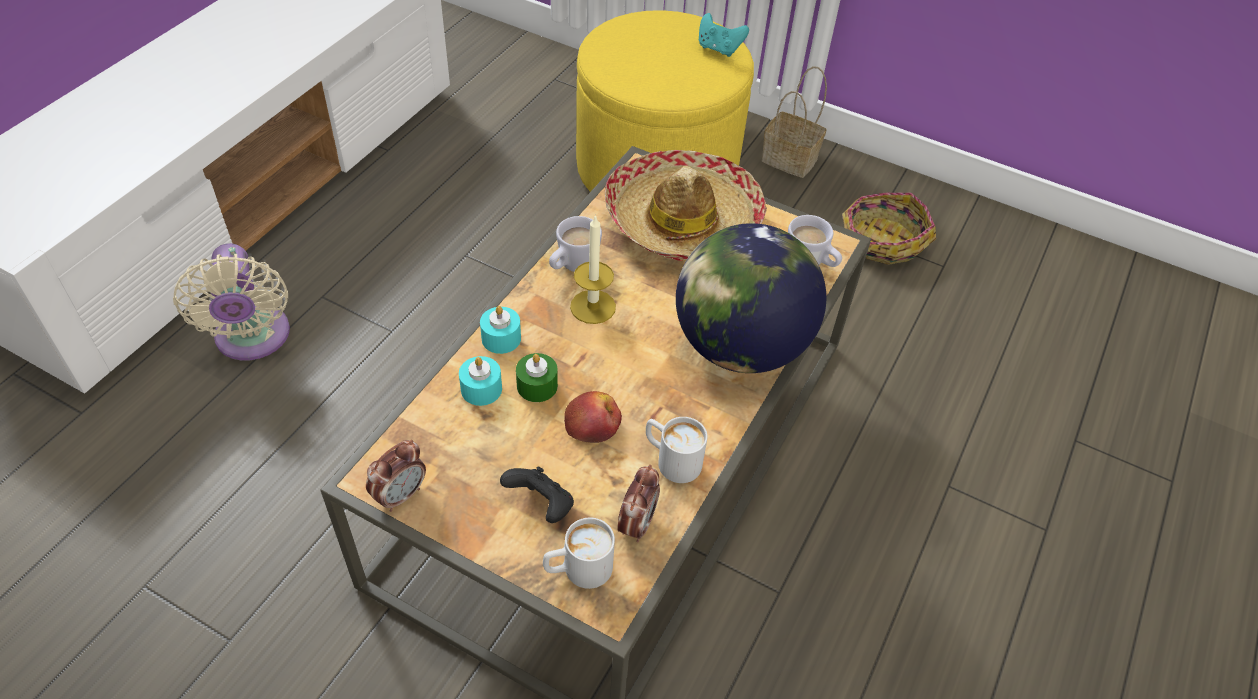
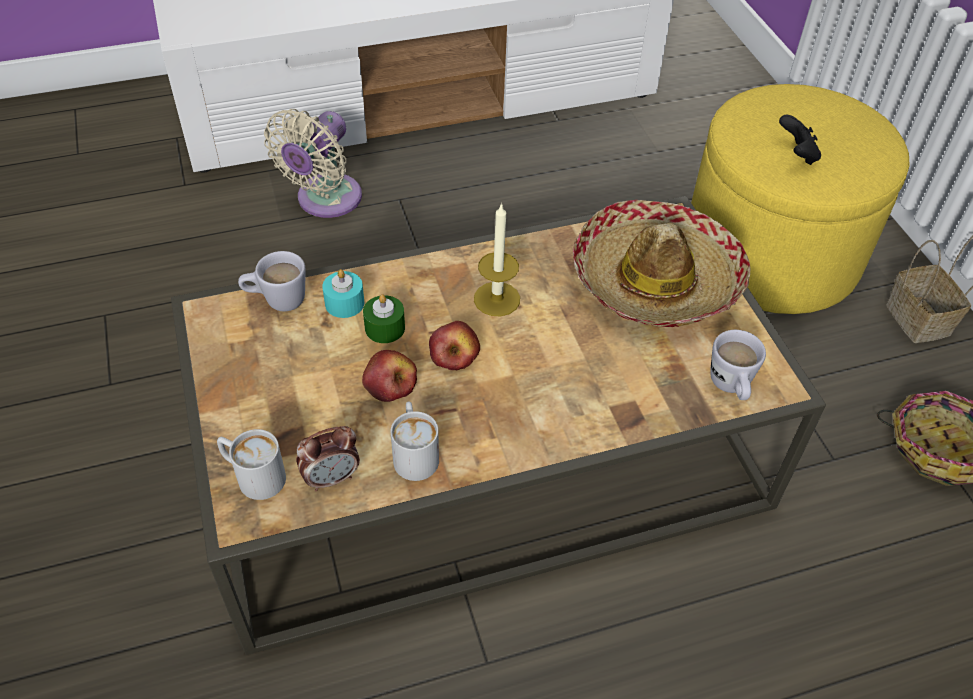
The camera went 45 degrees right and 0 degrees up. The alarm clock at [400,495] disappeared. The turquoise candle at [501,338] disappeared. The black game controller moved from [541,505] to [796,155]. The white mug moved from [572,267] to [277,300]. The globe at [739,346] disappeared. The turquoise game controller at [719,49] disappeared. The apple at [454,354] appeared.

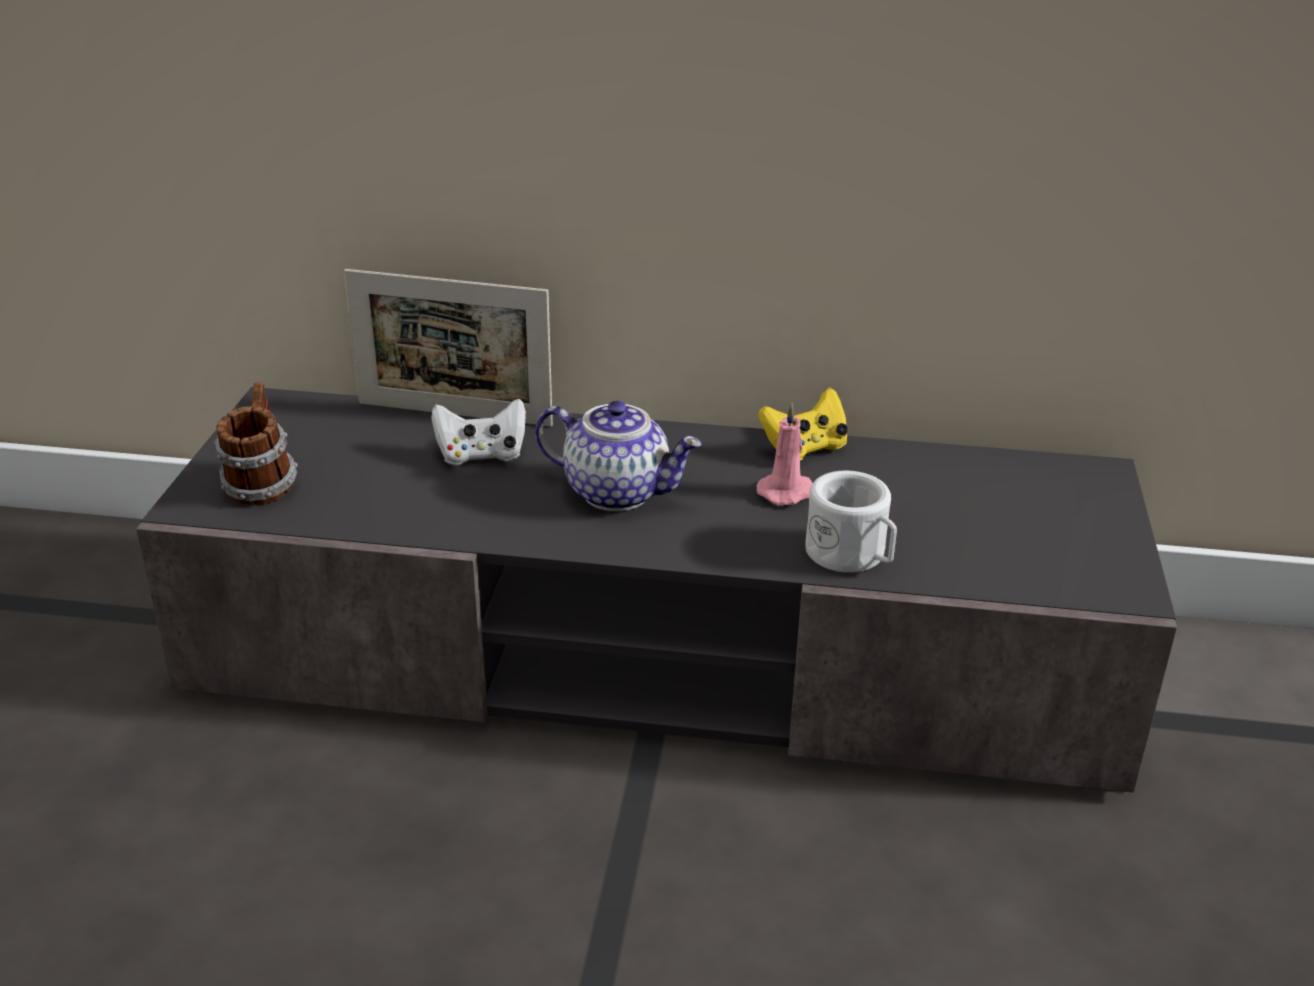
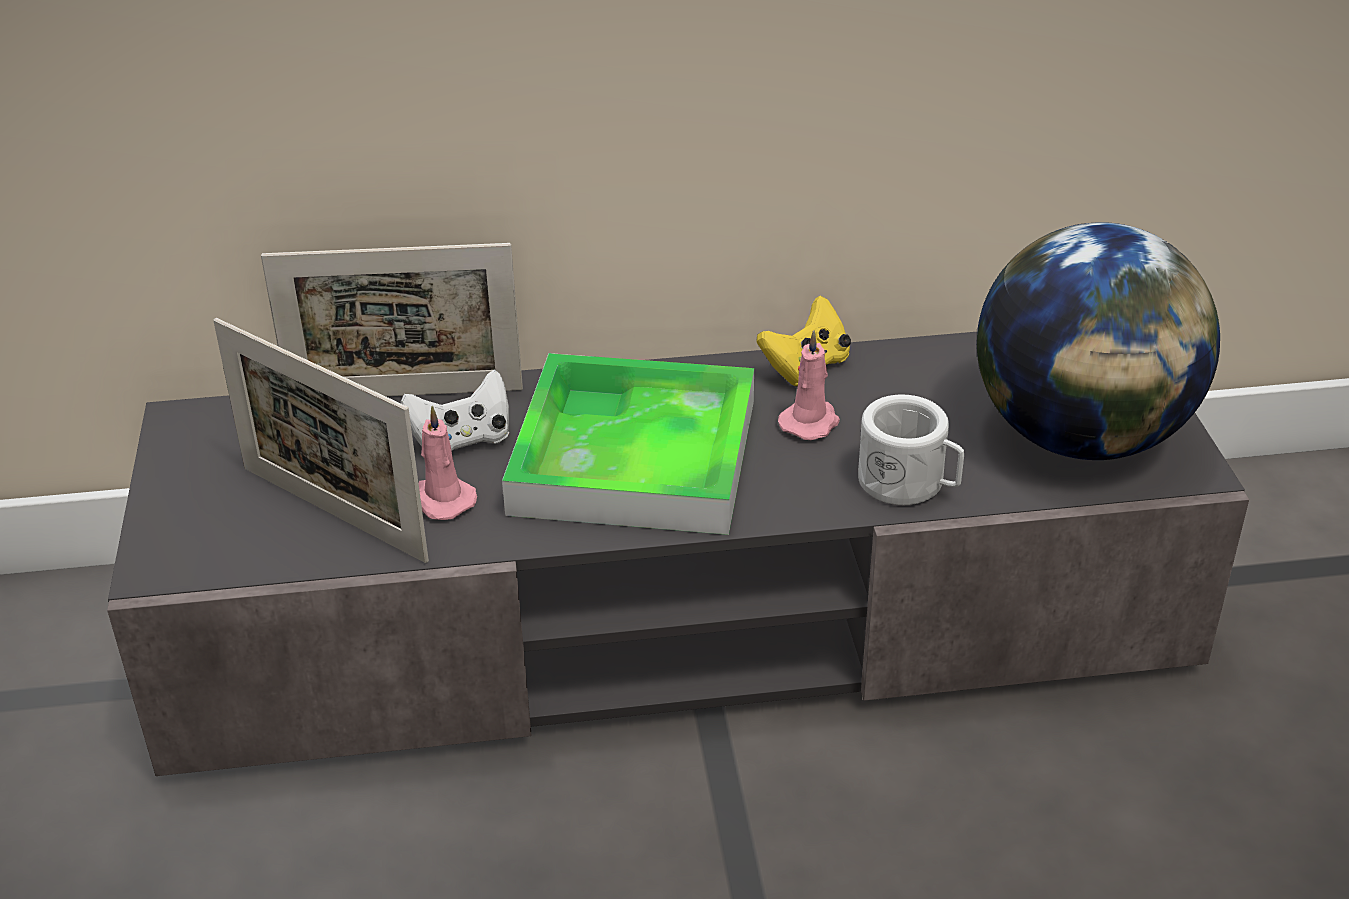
The camera went 15 degrees left and 5 degrees up. The mug at [260,486] disappeared. The teapot at [618,492] was replaced by the tray at [634,456]. The picture frame at [333,513] appeared. The pink candle at [441,500] appeared. The globe at [1080,437] appeared.

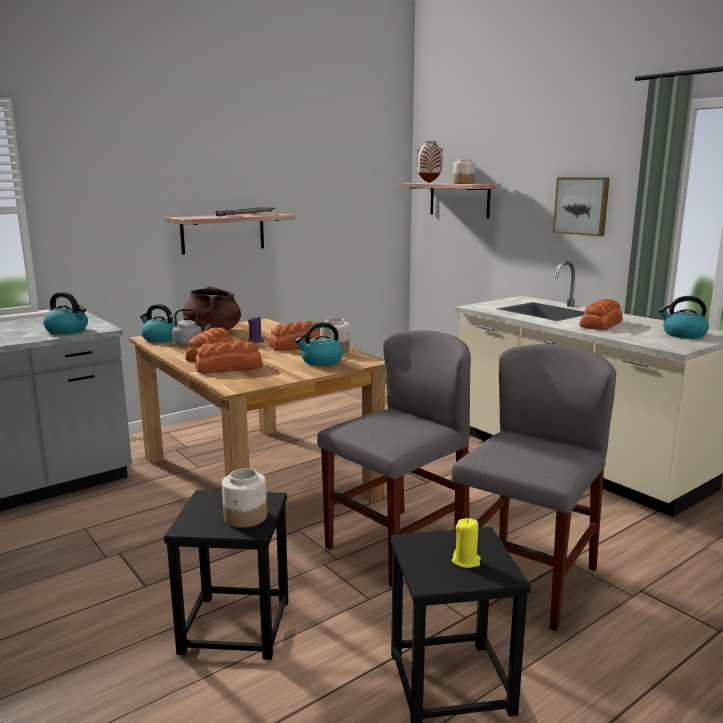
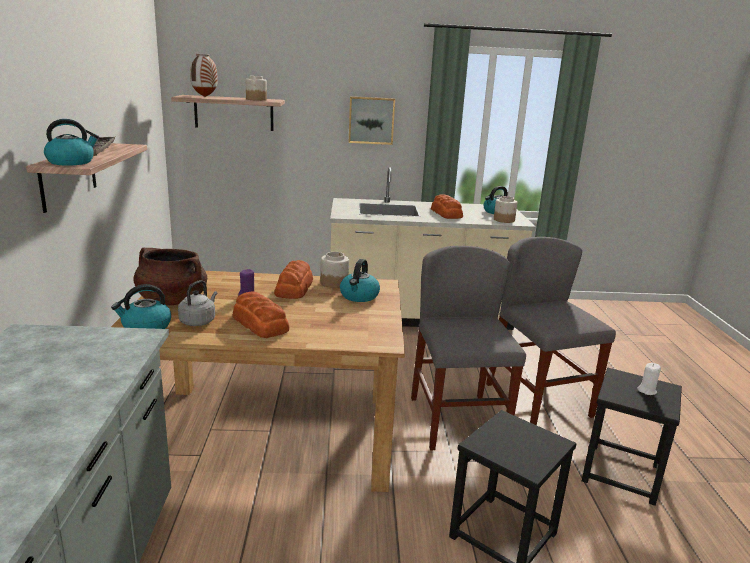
The camera went 55 degrees left and 5 degrees up. The kettle moved from [68,330] to [71,162]. The bread at [229,368] disappeared. The jar moved from [245,517] to [504,220]. The yellow candle at [466,561] became the white candle at [647,390].

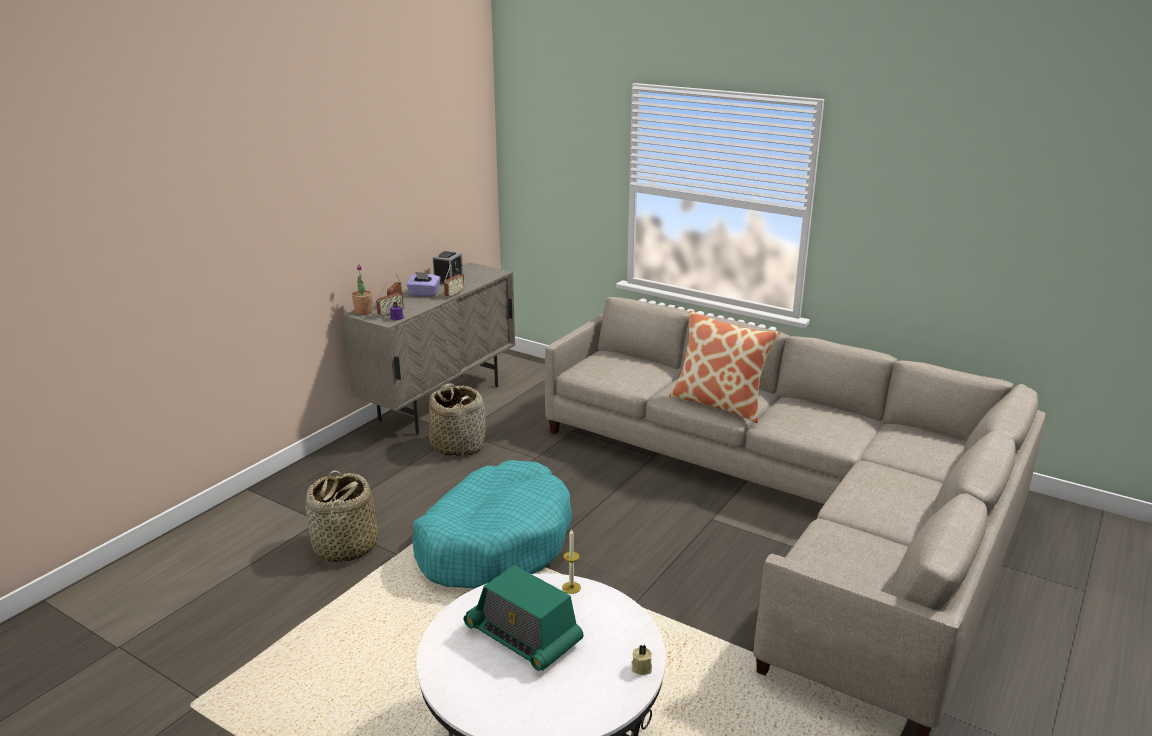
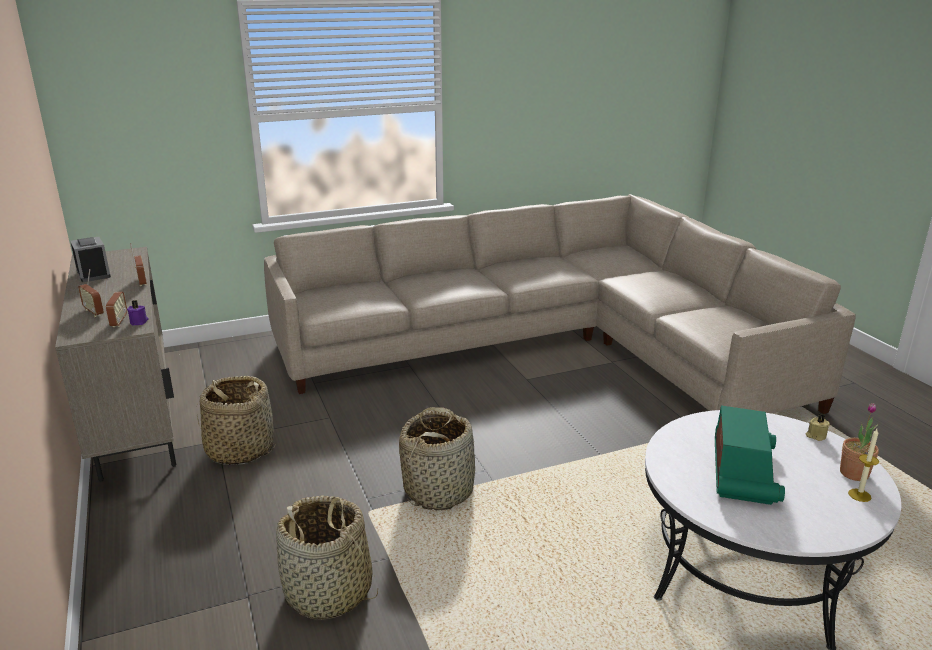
The camera went 55 degrees left and 0 degrees up. The potted plant moved from [363,312] to [854,473]. The purple tissue box at [424,294] disappeared. The turquoise dog bed at [494,543] was replaced by the basket at [439,490]. The radio at [523,636] turned 60 degrees counterclockwise. The candle moved from [571,587] to [859,495]. The pillow at [719,404] disappeared.

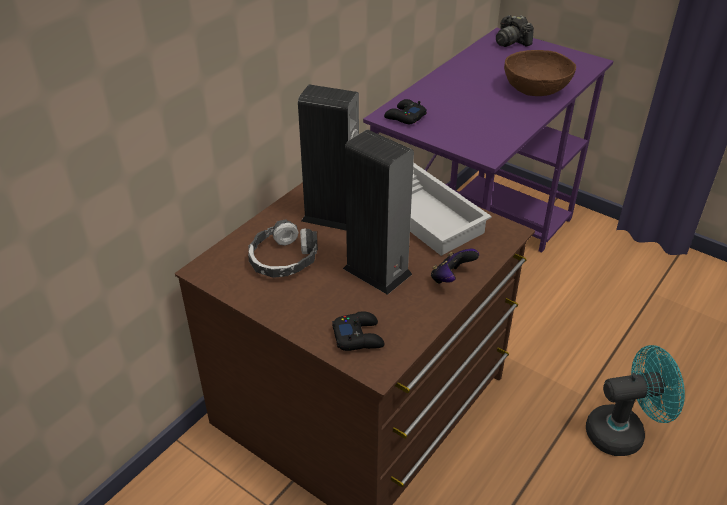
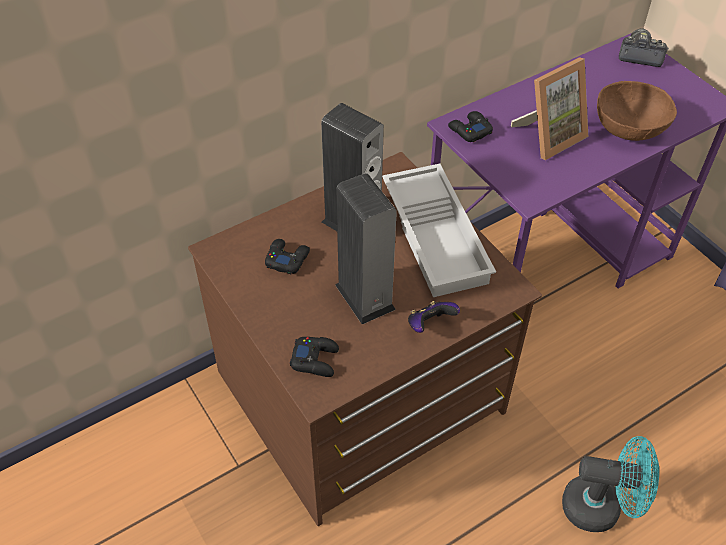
The camera went 20 degrees right and 10 degrees up. The headphones at [283,259] was replaced by the black game controller at [287,259]. The photo camera at [511,42] turned 120 degrees clockwise. The picture frame at [549,136] appeared.

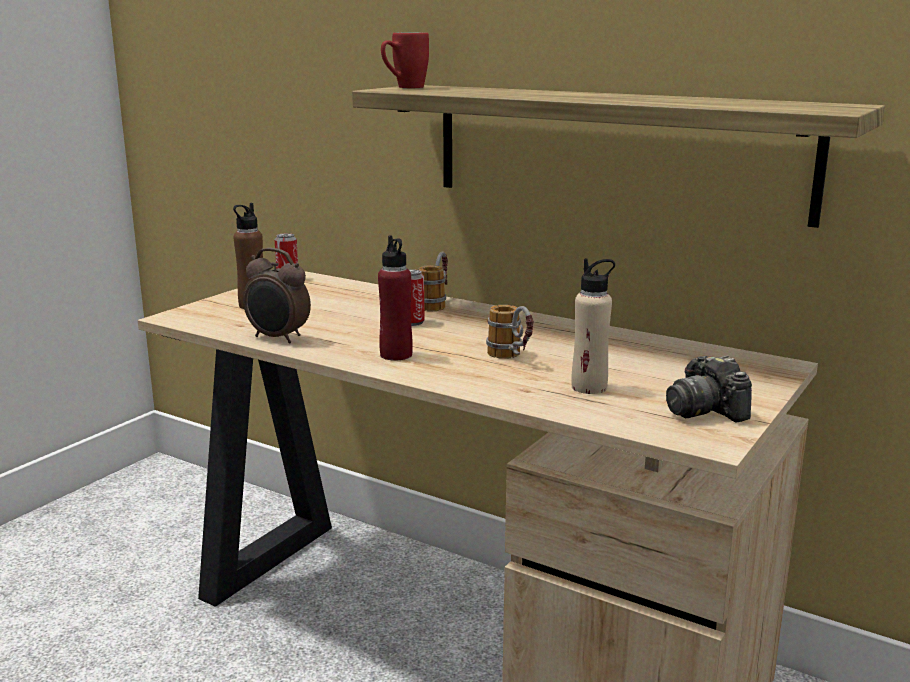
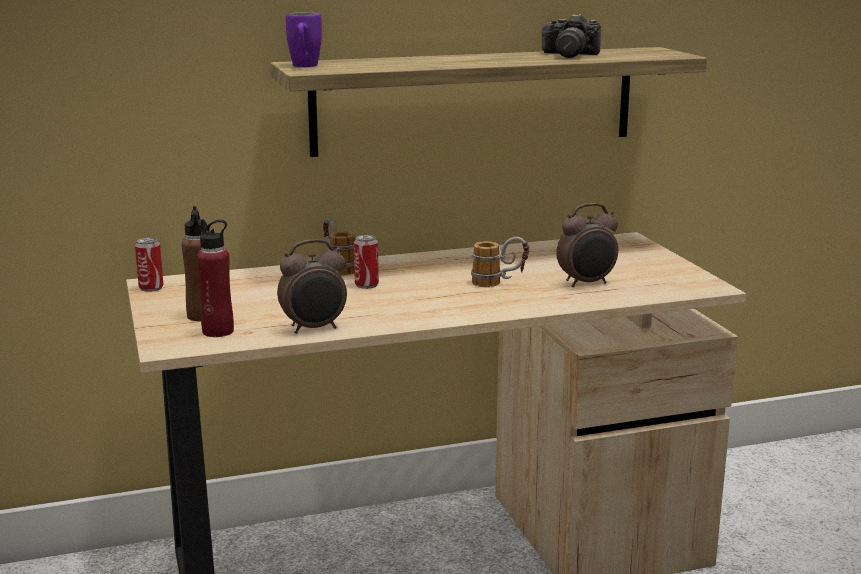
The camera went 50 degrees left and 0 degrees up. The red bottle moved from [396,355] to [218,331]. The red mug at [404,87] became the purple mug at [304,66]. The beige bottle at [589,387] was replaced by the alarm clock at [587,283]. The photo camera moved from [705,410] to [569,55].

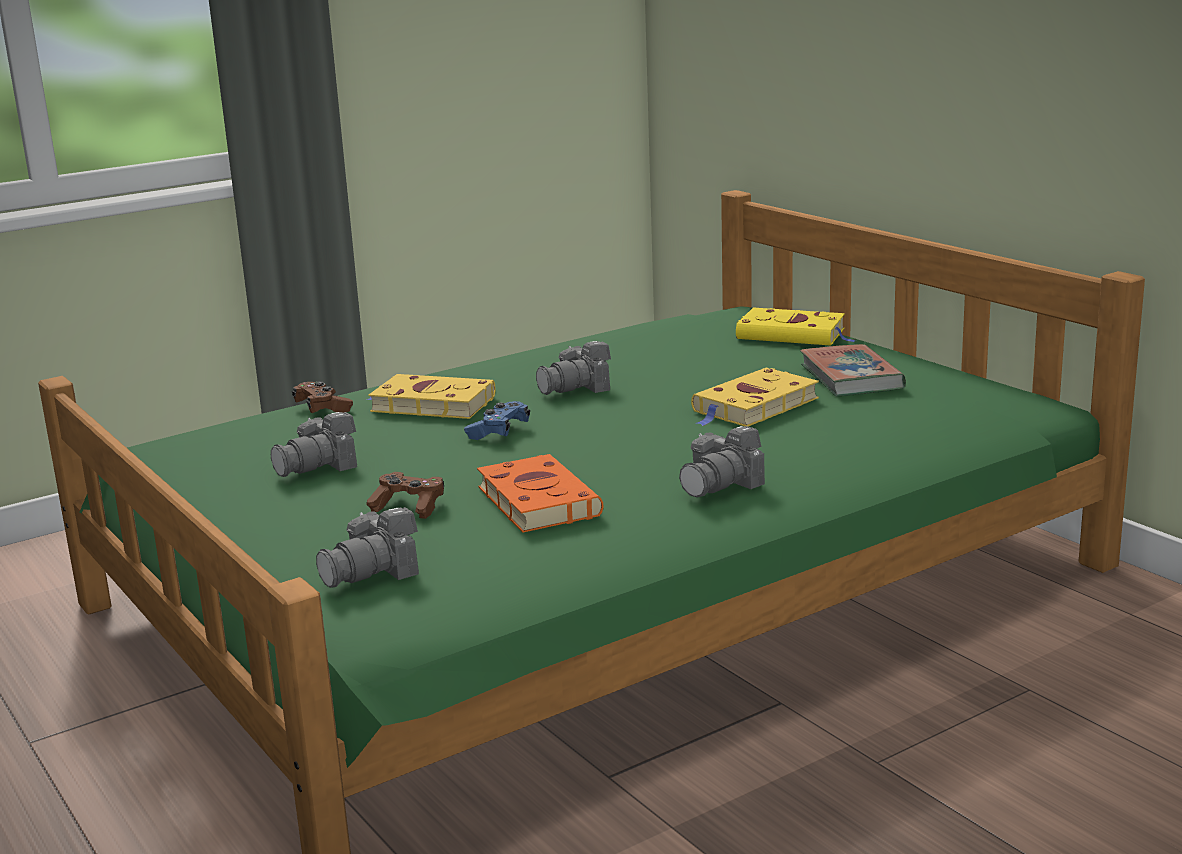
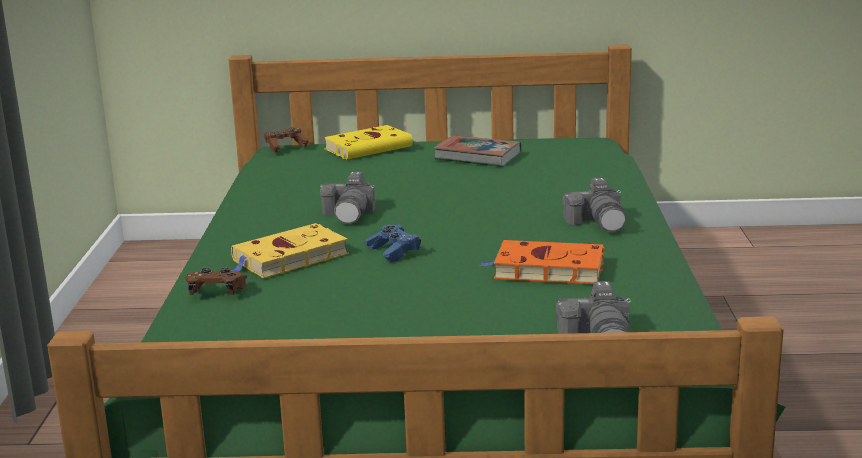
The camera went 55 degrees left and 0 degrees up. The photo camera at [319,466] disappeared. The brown game controller moved from [408,507] to [285,147]. The yellow book at [753,406] disappeared.

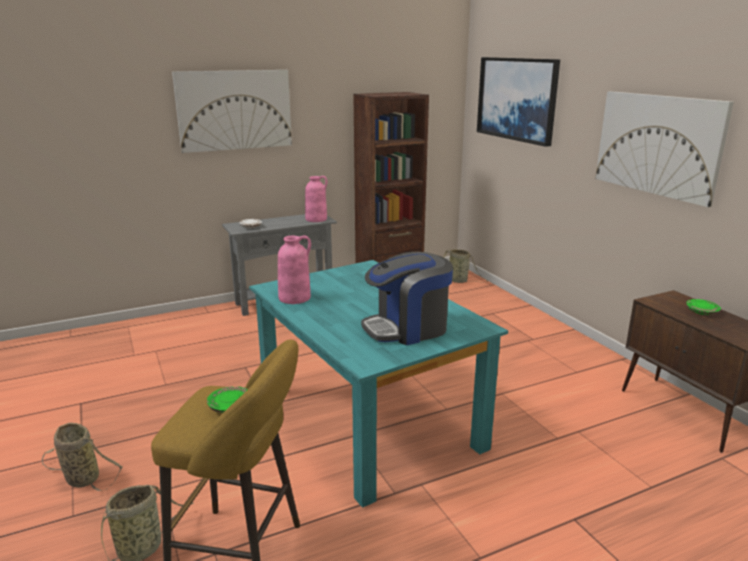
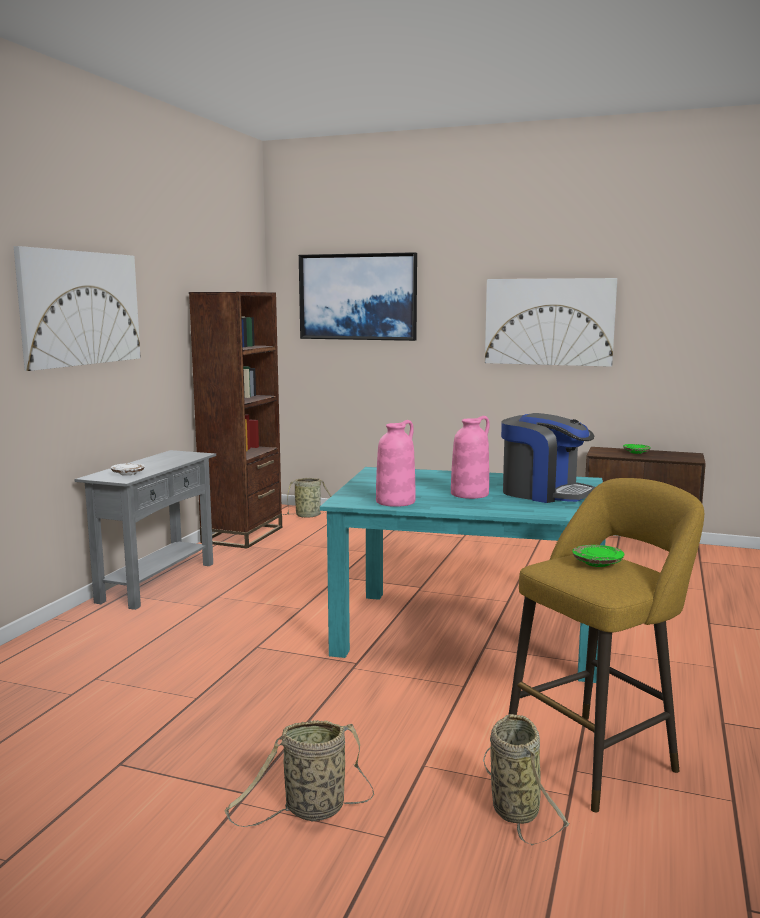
The camera went 45 degrees left and 10 degrees down. The pink vase moved from [316,219] to [470,494]. The coffee machine at [407,328] turned 75 degrees counterclockwise.

